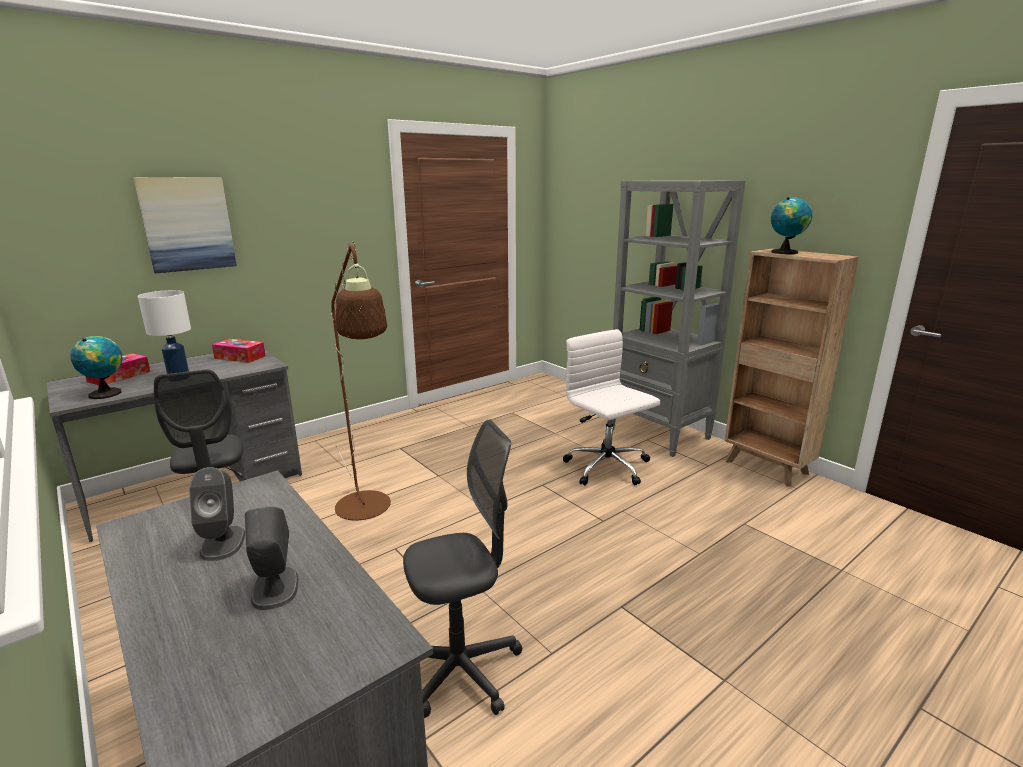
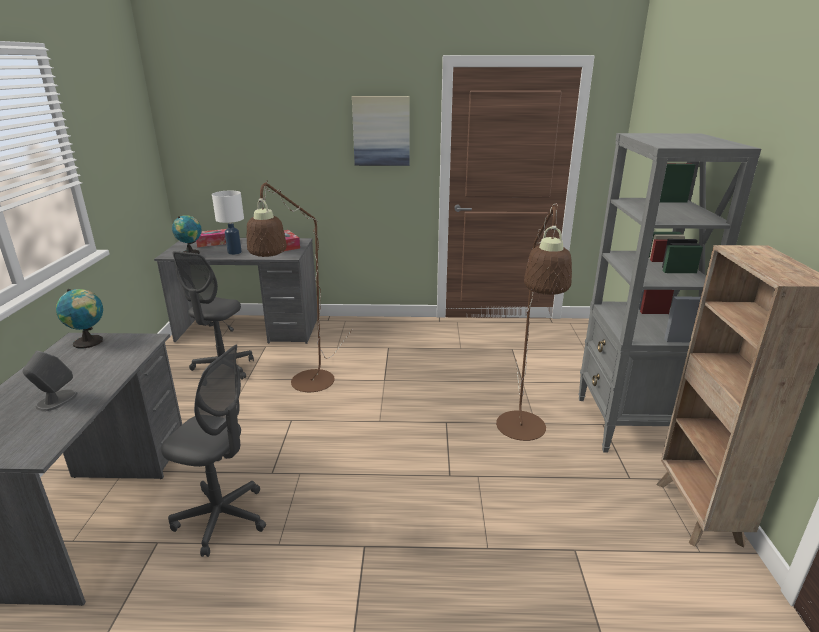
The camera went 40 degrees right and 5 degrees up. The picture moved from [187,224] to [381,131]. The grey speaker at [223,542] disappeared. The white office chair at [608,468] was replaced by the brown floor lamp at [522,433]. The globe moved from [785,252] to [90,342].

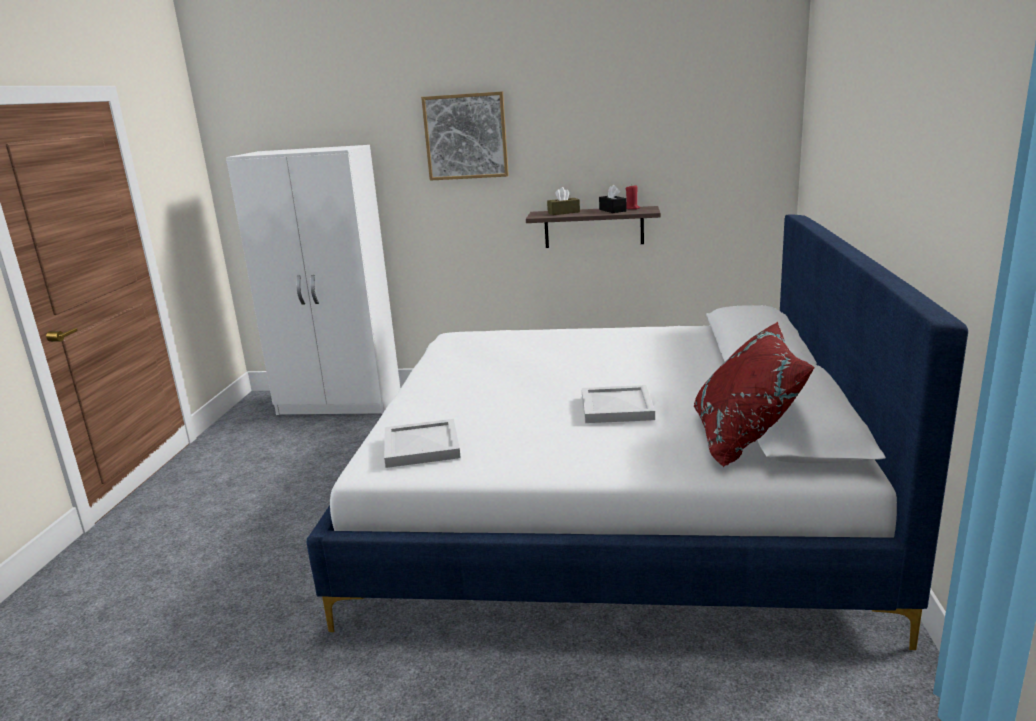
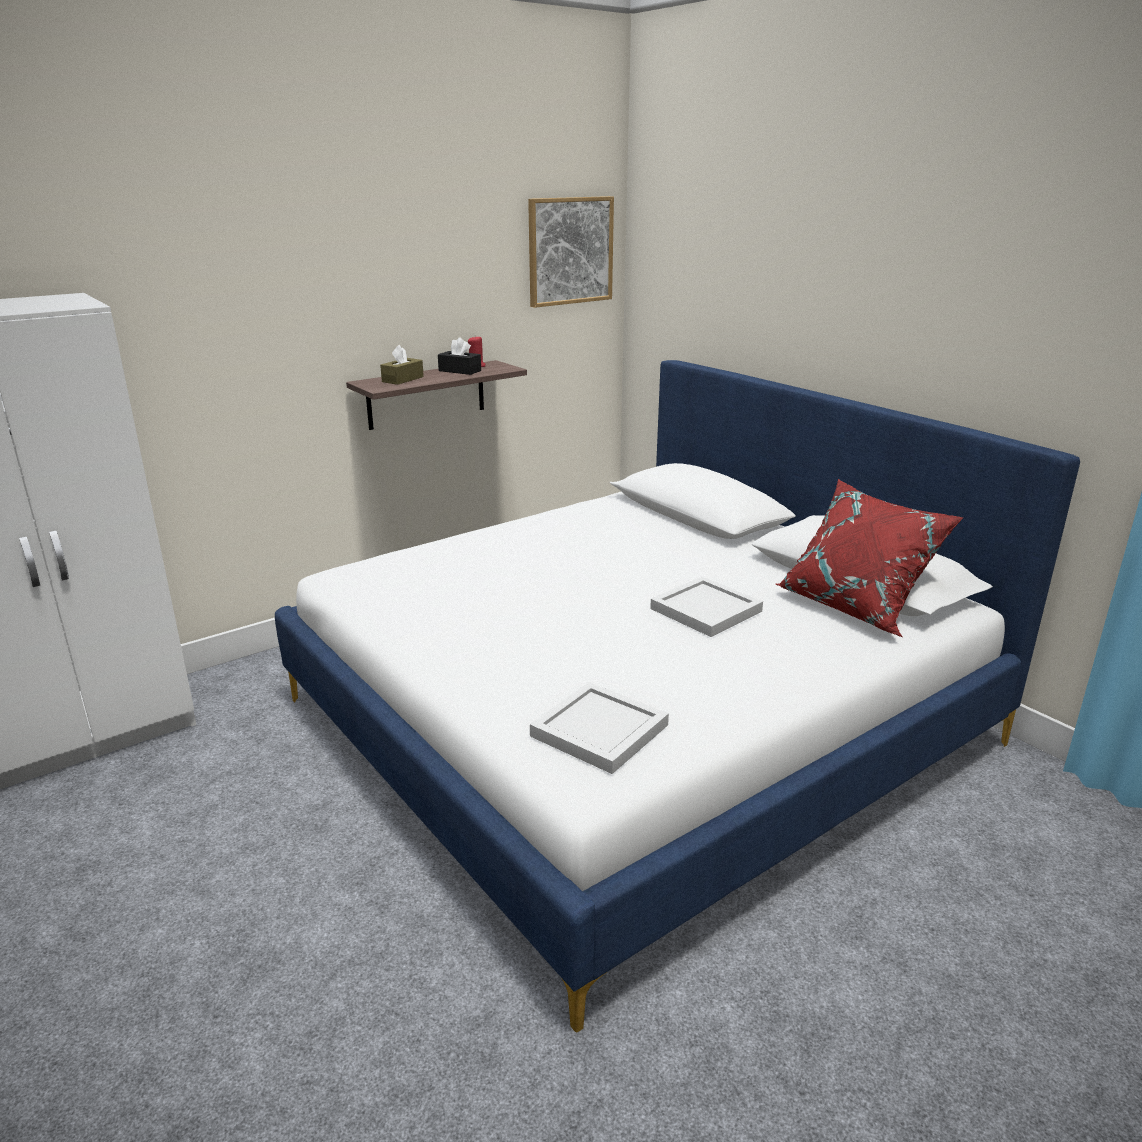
The camera went 45 degrees left and 5 degrees up. The picture moved from [466,136] to [570,251].

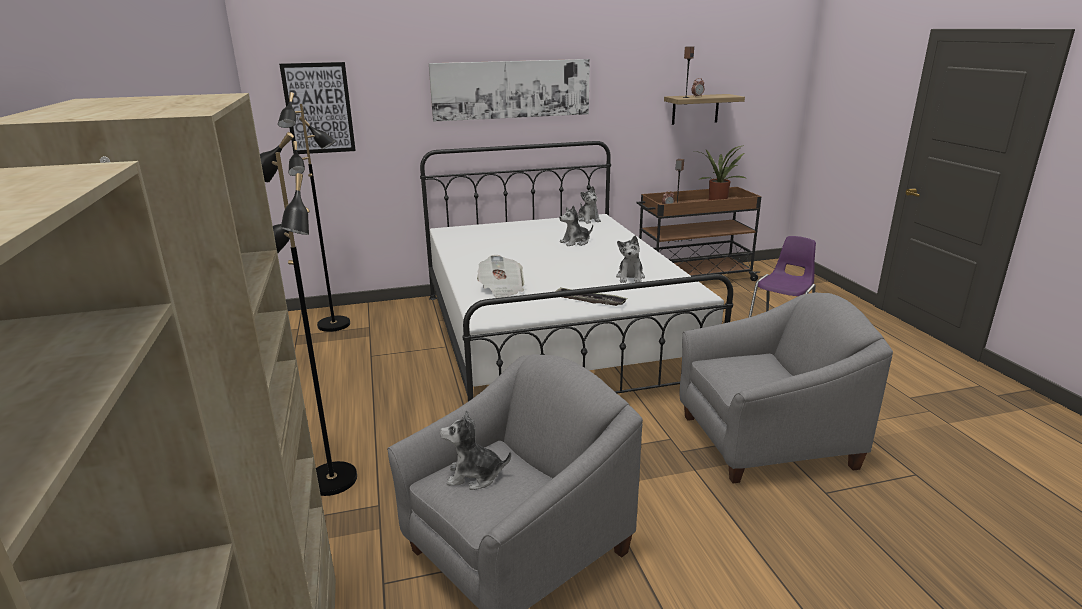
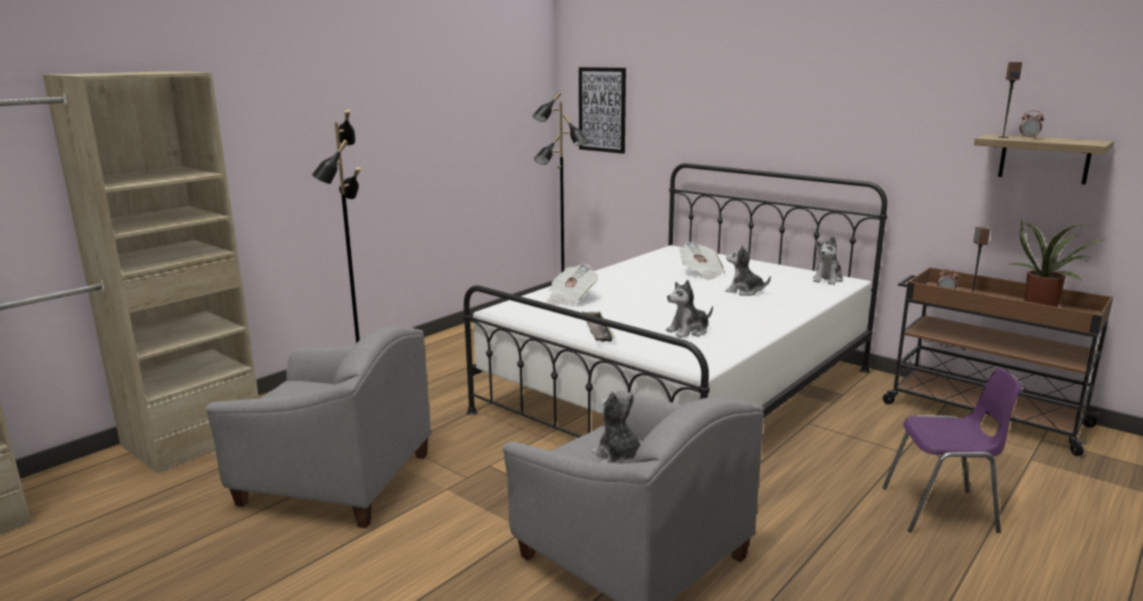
The camera went 55 degrees right and 5 degrees down. The picture at [511,89] disappeared. The plush toy moved from [474,476] to [618,458]. The newspaper at [701,273] appeared.

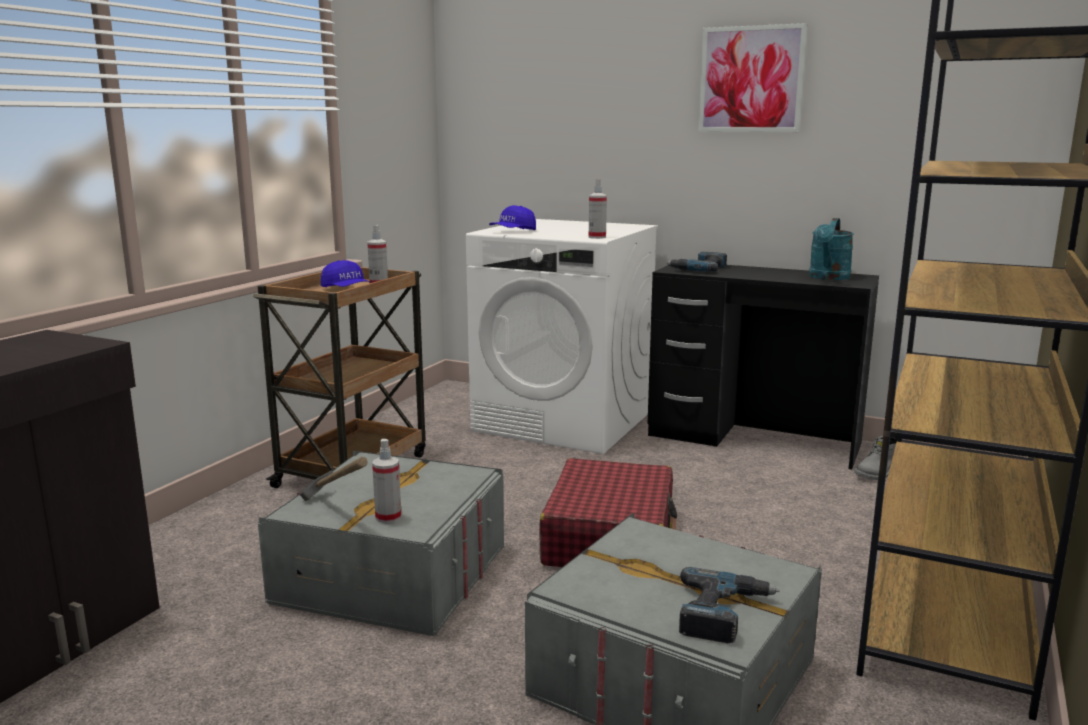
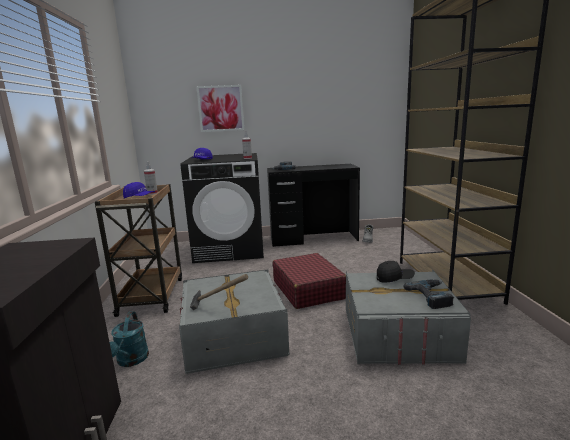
The camera went 30 degrees left and 0 degrees up. The spray bottle at [388,517] disappeared. The white washing machine at [564,421] became the black washing machine at [230,249]. The picture moved from [751,79] to [221,108]. The turquoise watering can moved from [828,277] to [131,361]. The black cap at [394,279] appeared.

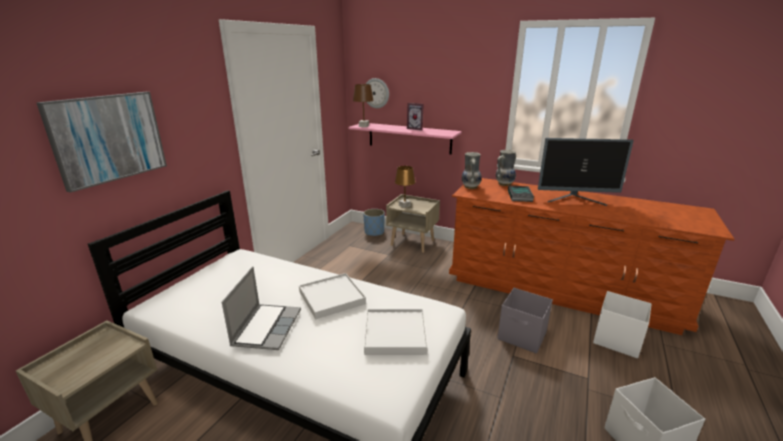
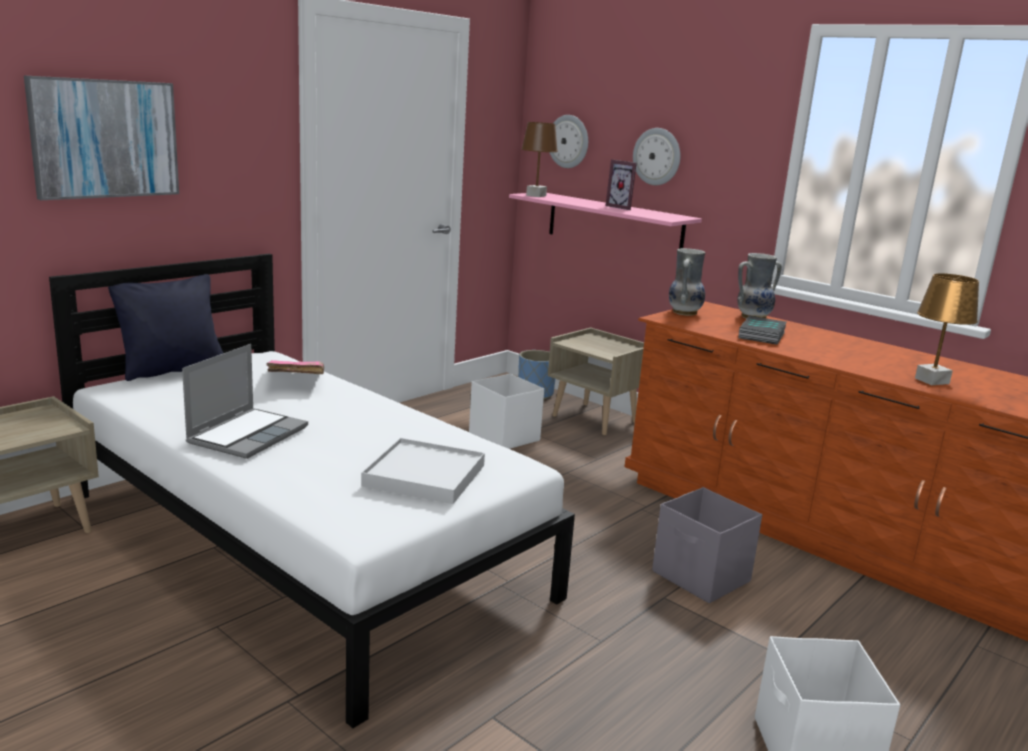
The camera went 15 degrees right and 5 degrees down. The white tray at [332,297] disappeared. The brown table lamp moved from [404,206] to [932,381]. The monitor at [575,200] disappeared. The white storage box moved from [616,340] to [504,436]. The black pillow at [172,369] appeared. The pink book at [295,380] appeared. The wall clock at [657,156] appeared.

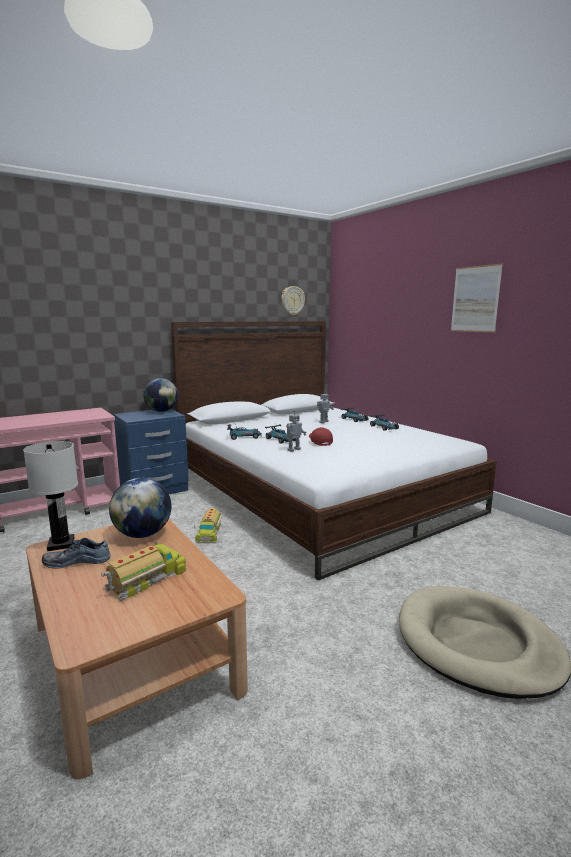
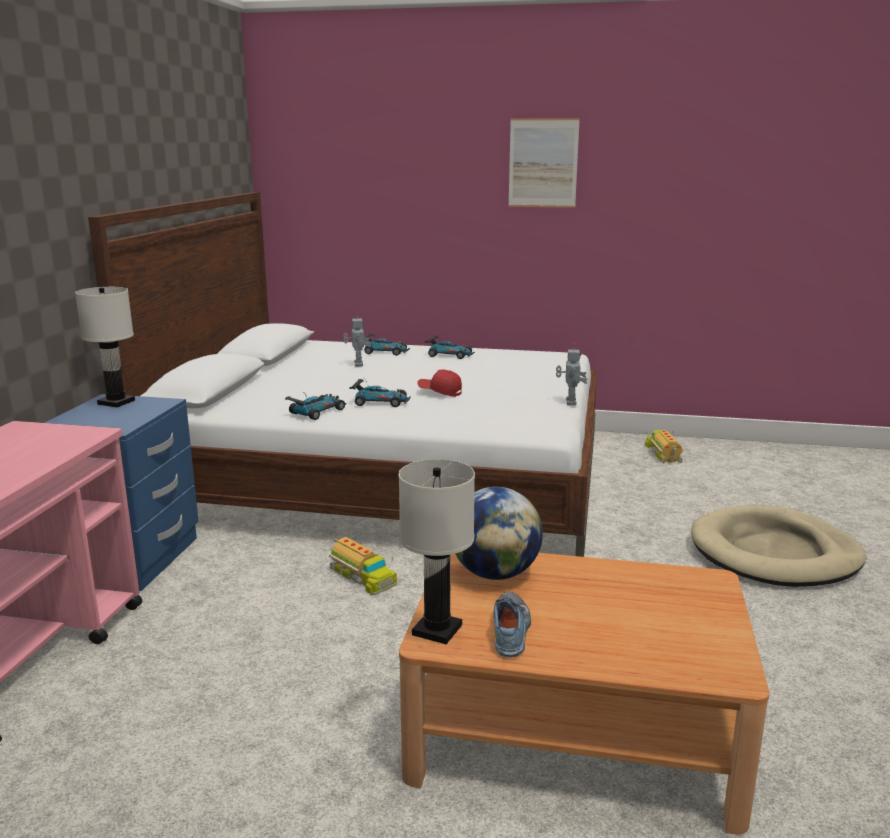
The camera went 45 degrees left and 5 degrees up. The shoe at [78,561] turned 150 degrees clockwise. The toy truck moved from [147,580] to [664,454]. The globe at [161,411] was replaced by the white table lamp at [116,402]. The wall clock at [292,300] disappeared. The toy robot moved from [293,449] to [570,402].

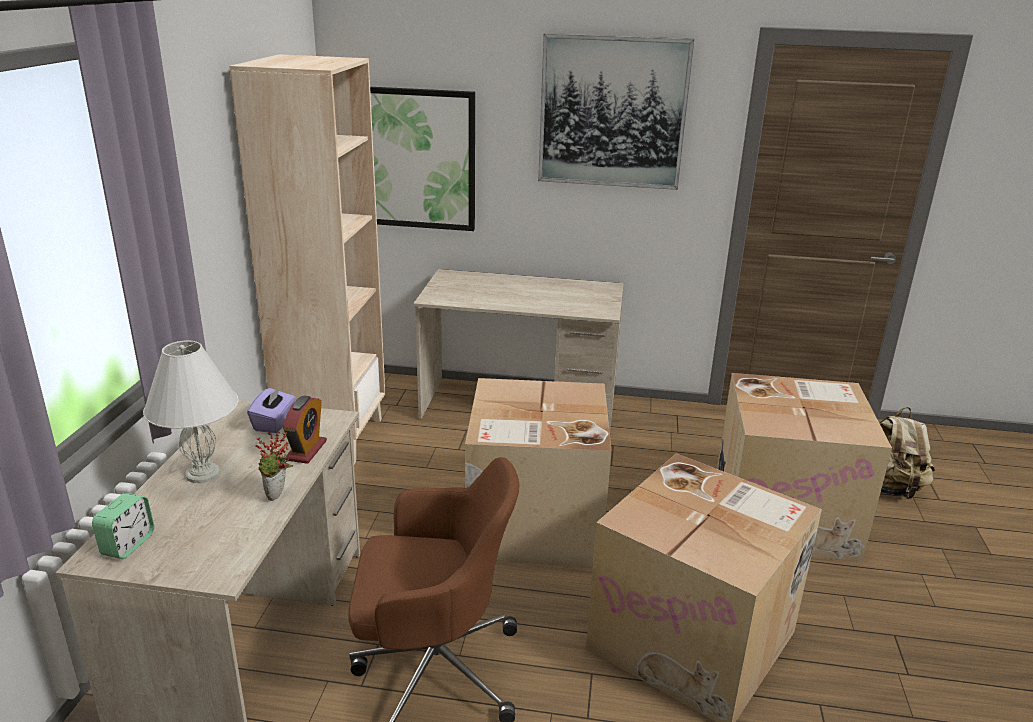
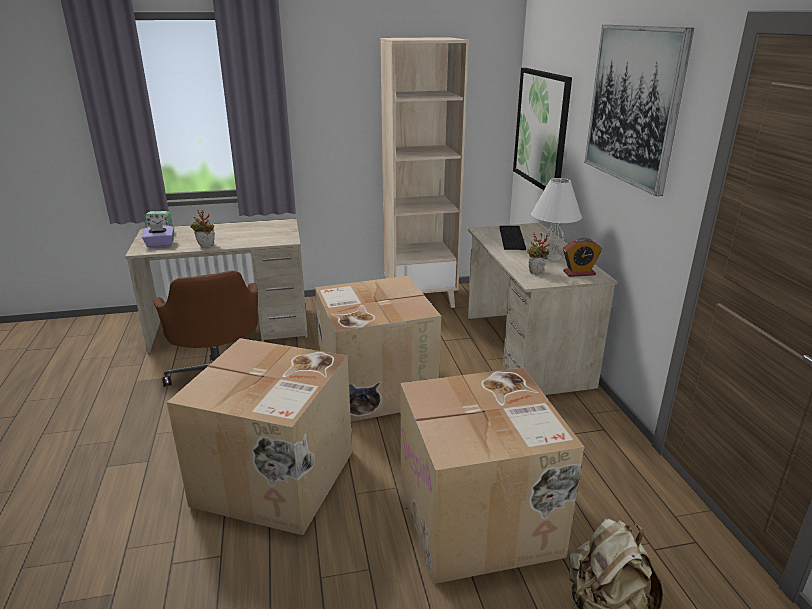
The camera went 70 degrees right and 0 degrees up. The white table lamp moved from [202,474] to [551,257]. The purple tissue box moved from [274,423] to [160,244]. The alarm clock moved from [306,450] to [579,273]. The keyboard at [513,238] appeared. The potted plant at [536,273] appeared.

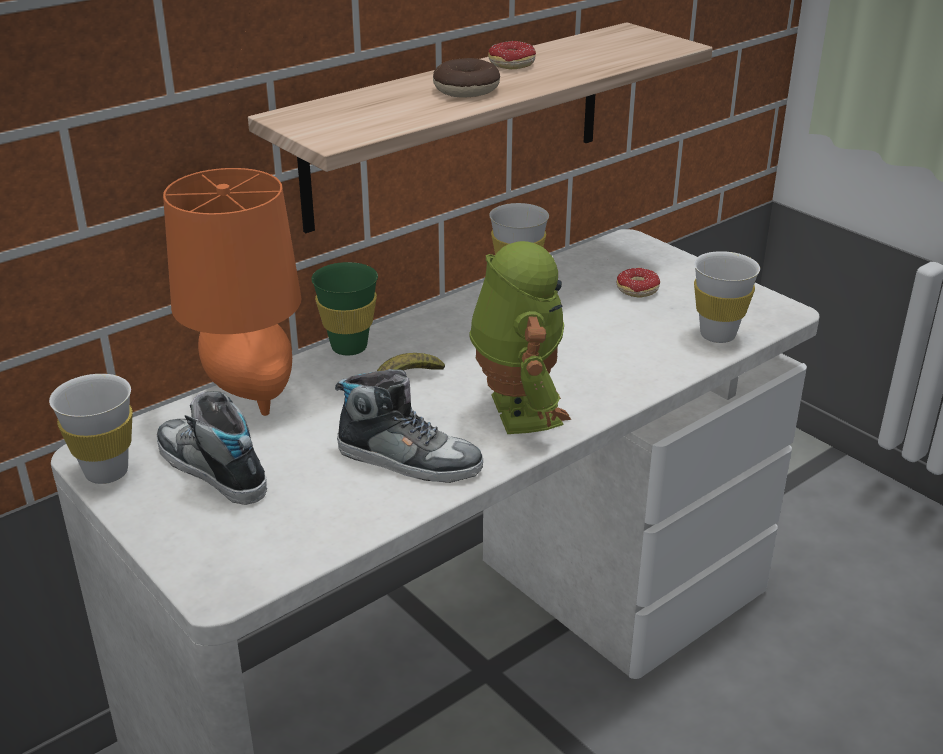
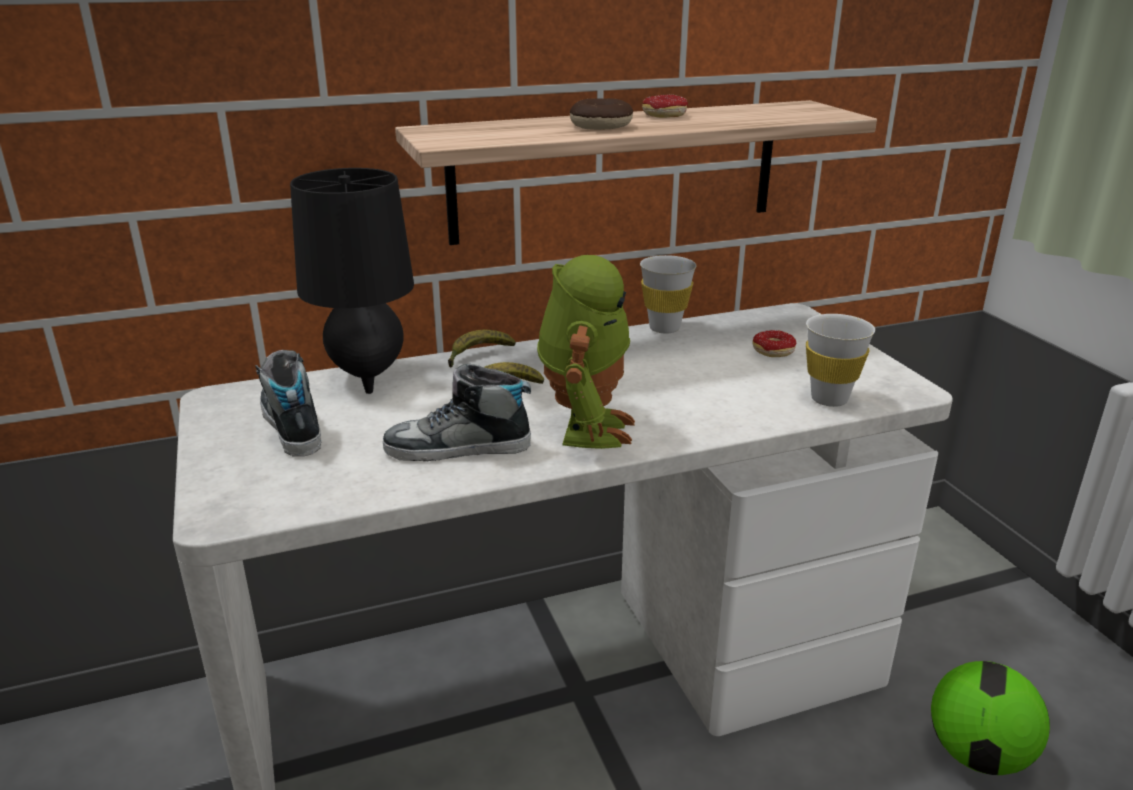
The camera went 20 degrees right and 5 degrees down. The white cup at [106,472] disappeared. The orange table lamp at [248,397] became the black table lamp at [366,377]. The green cup at [349,347] was replaced by the banana at [478,355]. The shoe at [409,459] turned 135 degrees clockwise. The football at [977,754] appeared.

